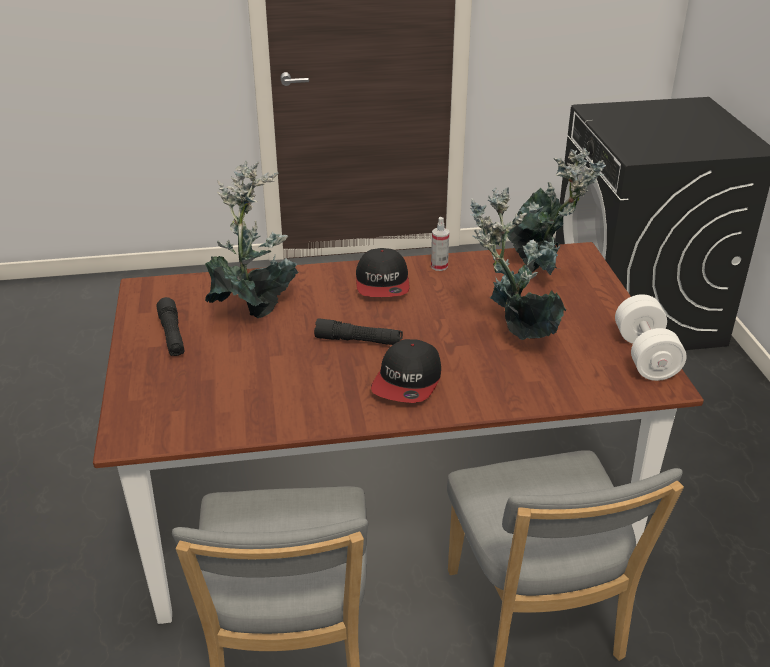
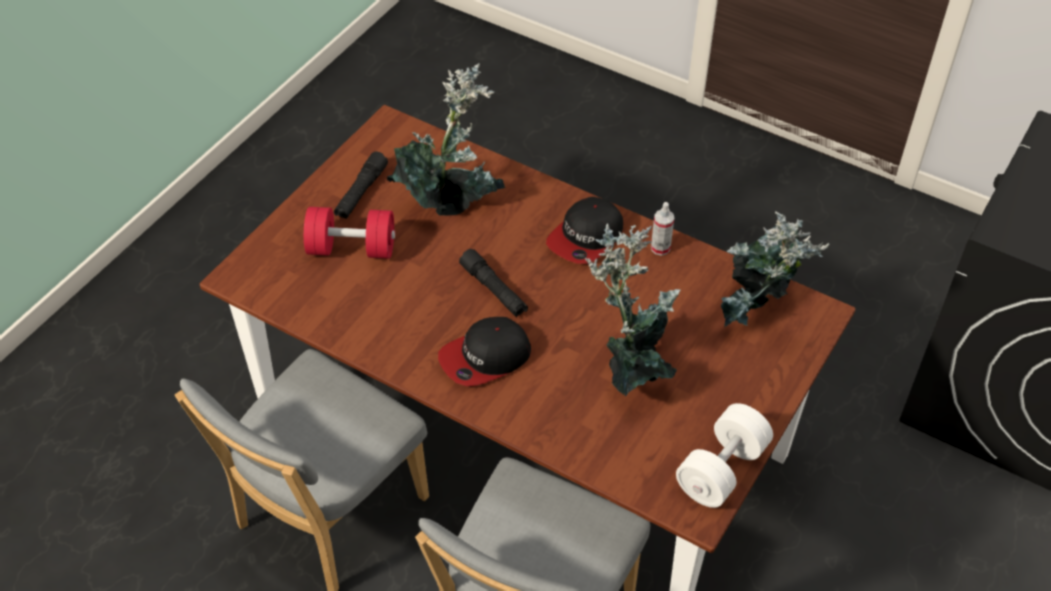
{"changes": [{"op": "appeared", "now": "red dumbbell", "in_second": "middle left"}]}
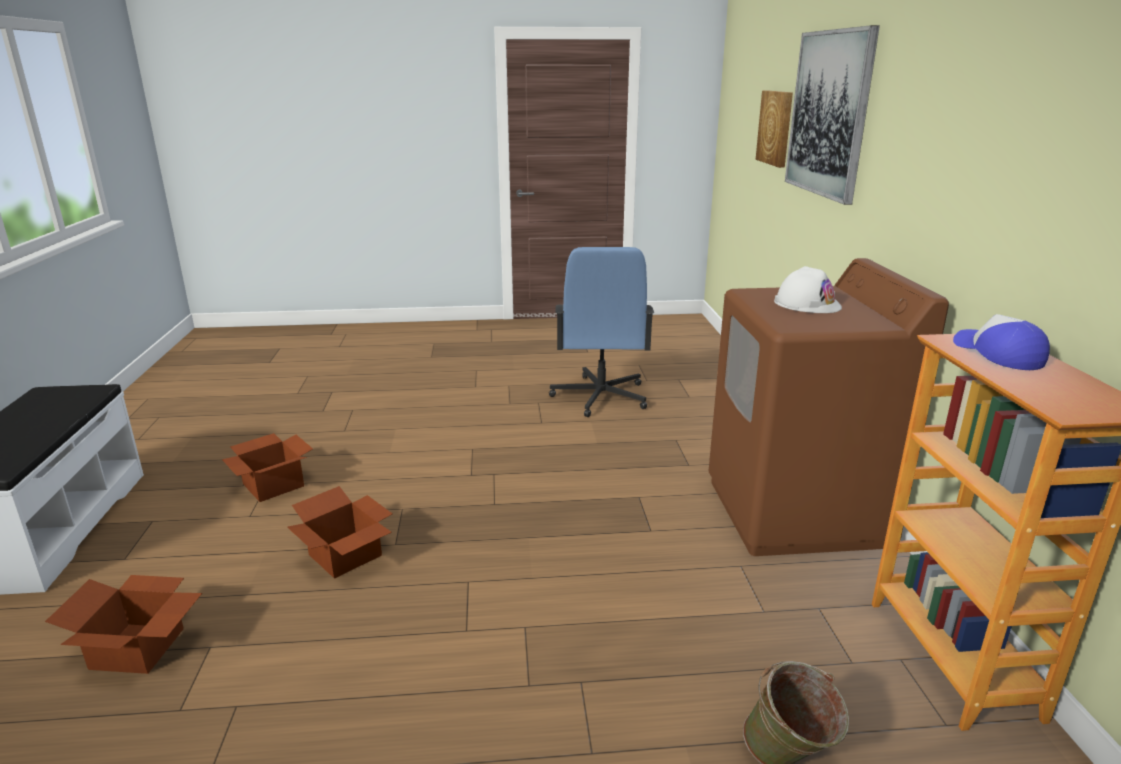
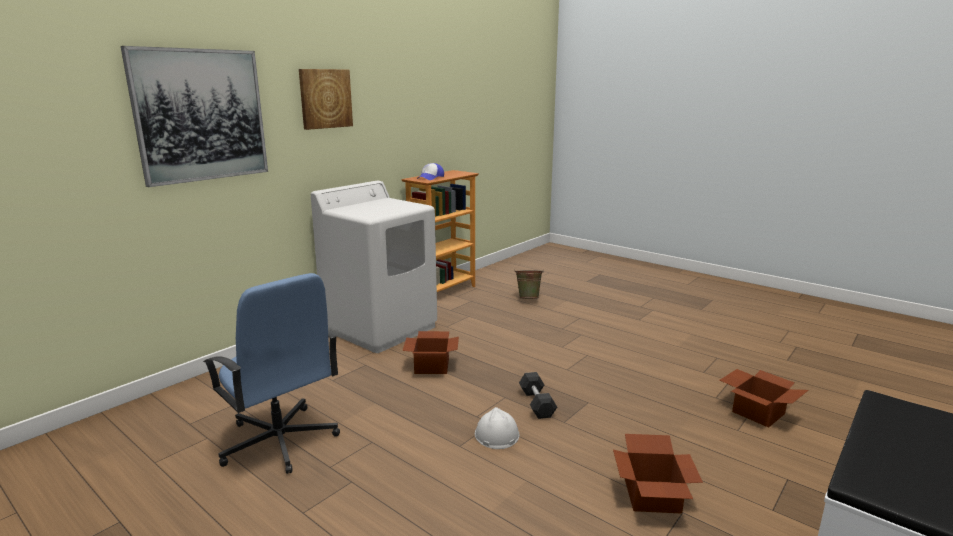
{"changes": [{"op": "spun", "was": "blue office chair", "in_first": "centre", "in_second": "bottom left", "clockwise": 90}, {"op": "relocated", "was": "picture (no. 1 from left in the first image)", "now": "picture (no. 2 from left)", "in_first": "top right", "in_second": "top centre"}, {"op": "colour", "was": "brown washing machine", "now": "white washing machine", "in_first": "middle right", "in_second": "centre"}, {"op": "relocated", "was": "cardboard box (no. 3 from left in the first image)", "now": "cardboard box (no. 1 from left)", "in_first": "bottom left", "in_second": "centre"}, {"op": "relocated", "was": "white hard hat", "in_first": "middle right", "in_second": "bottom centre"}, {"op": "appeared", "now": "grey dumbbell", "in_second": "bottom centre"}]}
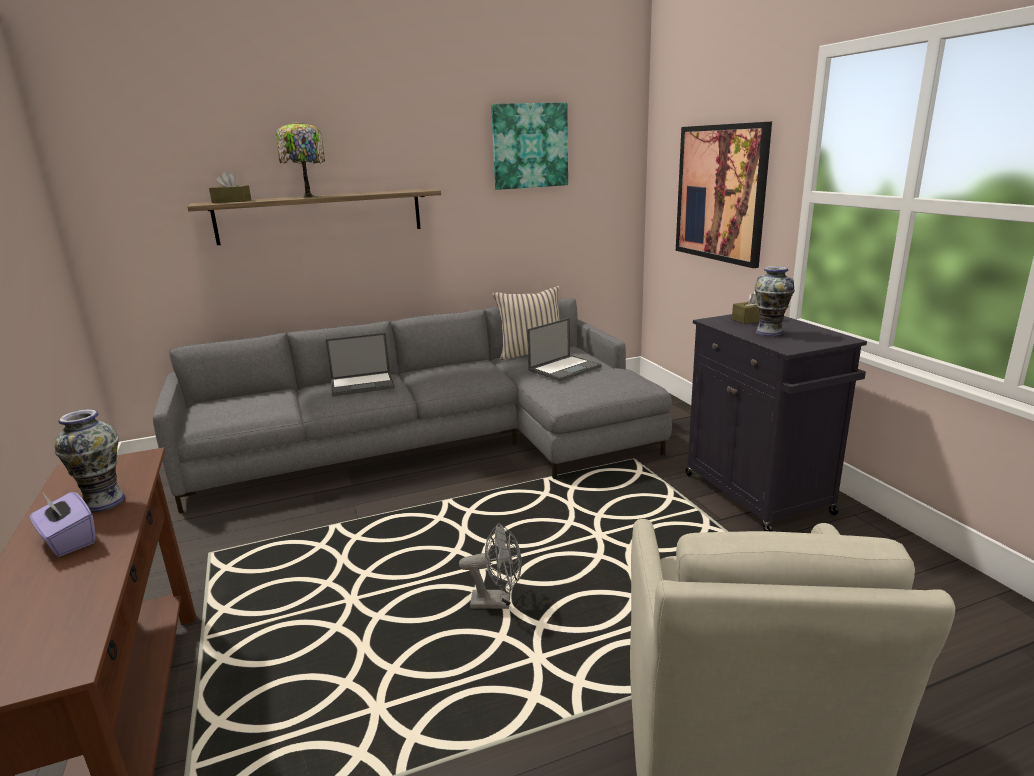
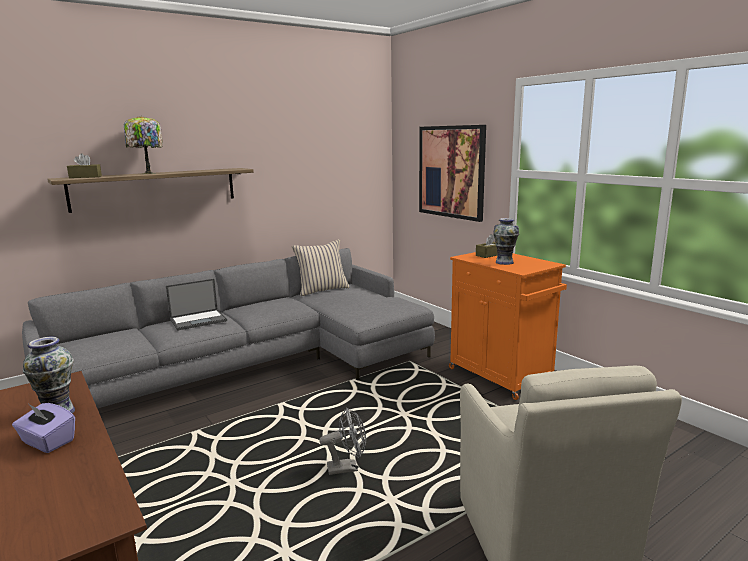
{"changes": [{"op": "colour", "was": "black cabinet", "now": "orange cabinet", "in_first": "middle right", "in_second": "middle right"}, {"op": "missing", "was": "picture (no. 1 from left)", "in_first": "top centre"}, {"op": "missing", "was": "laptop (no. 2 from left)", "in_first": "centre"}]}
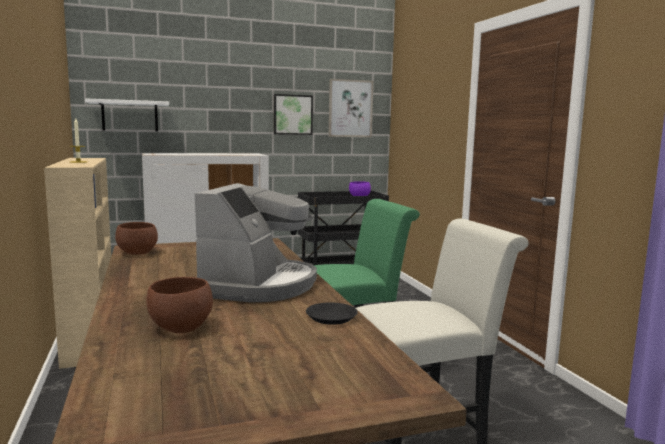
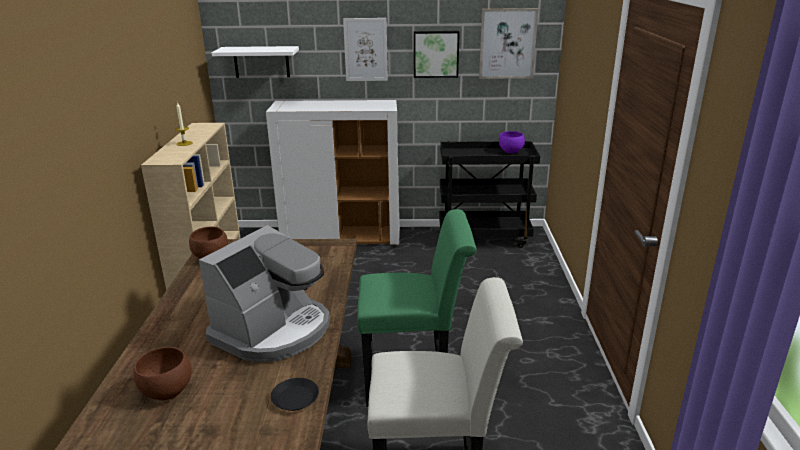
{"changes": [{"op": "appeared", "now": "picture (no. 1 from left)", "in_second": "top centre"}]}
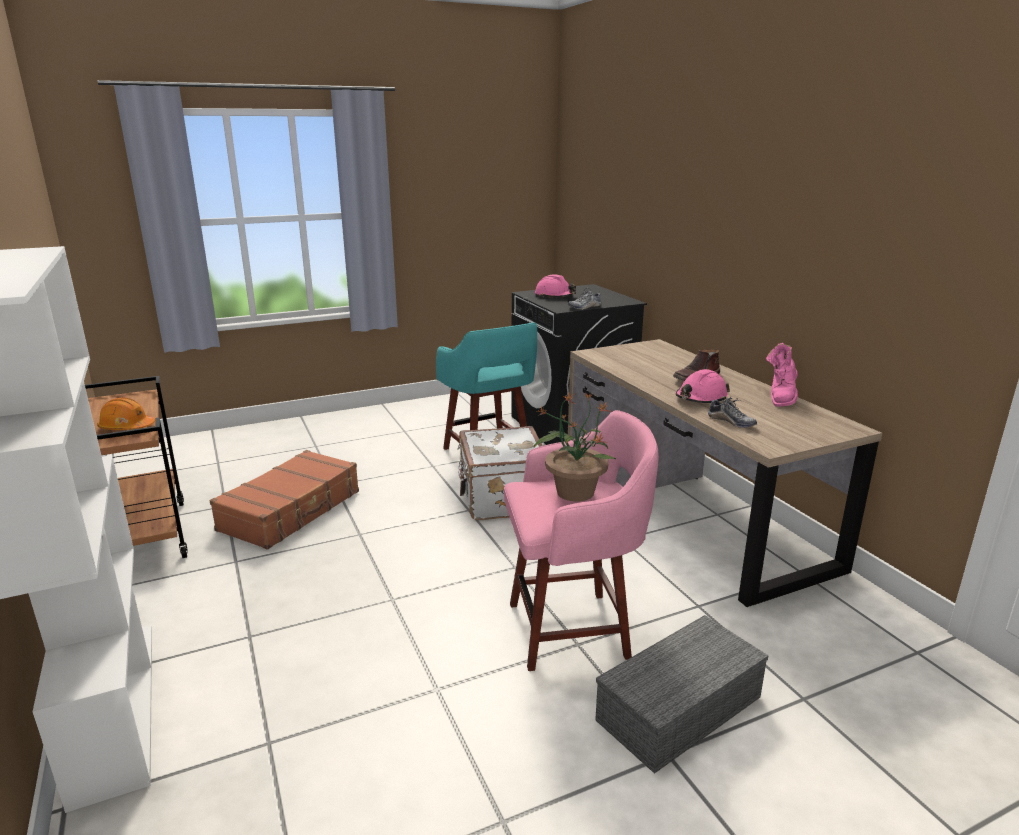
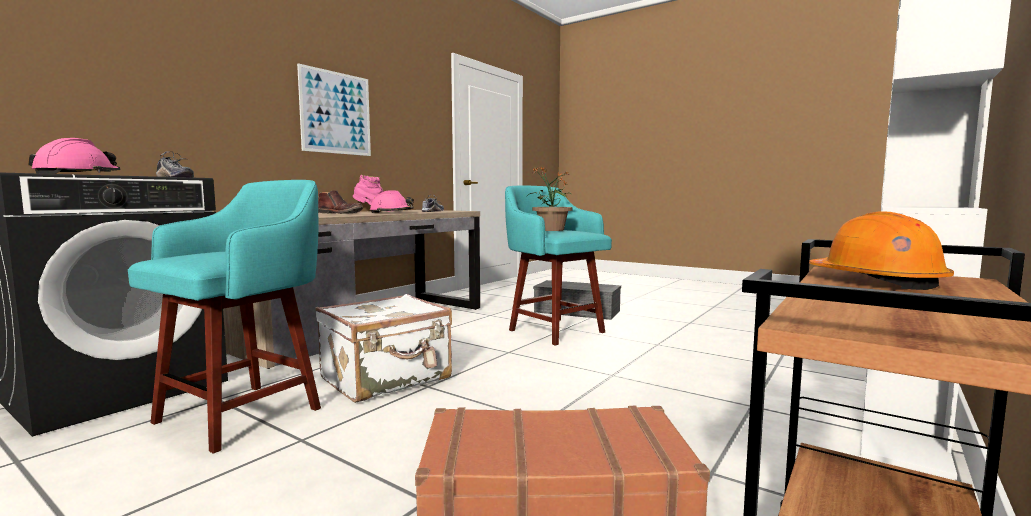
{"changes": [{"op": "appeared", "now": "picture", "in_second": "top left"}, {"op": "colour", "was": "pink stool", "now": "turquoise stool (no. 2 from left)", "in_first": "centre", "in_second": "centre"}]}
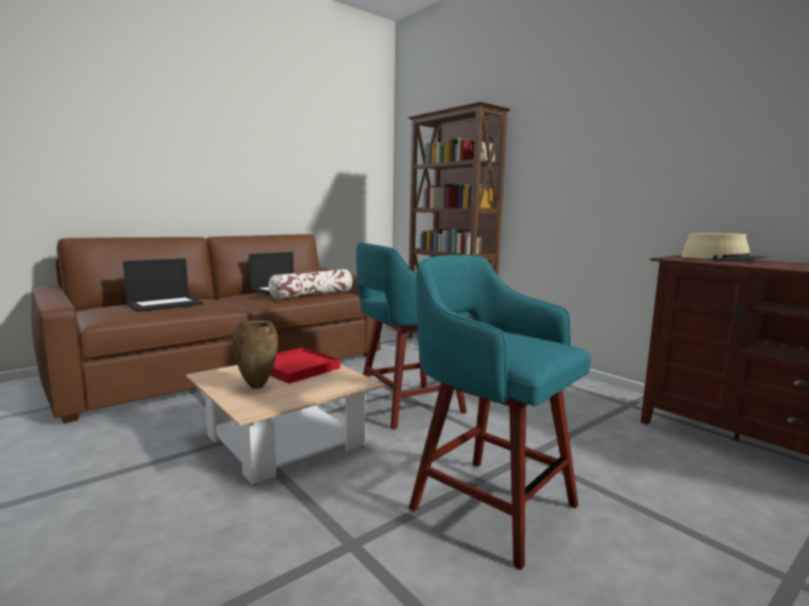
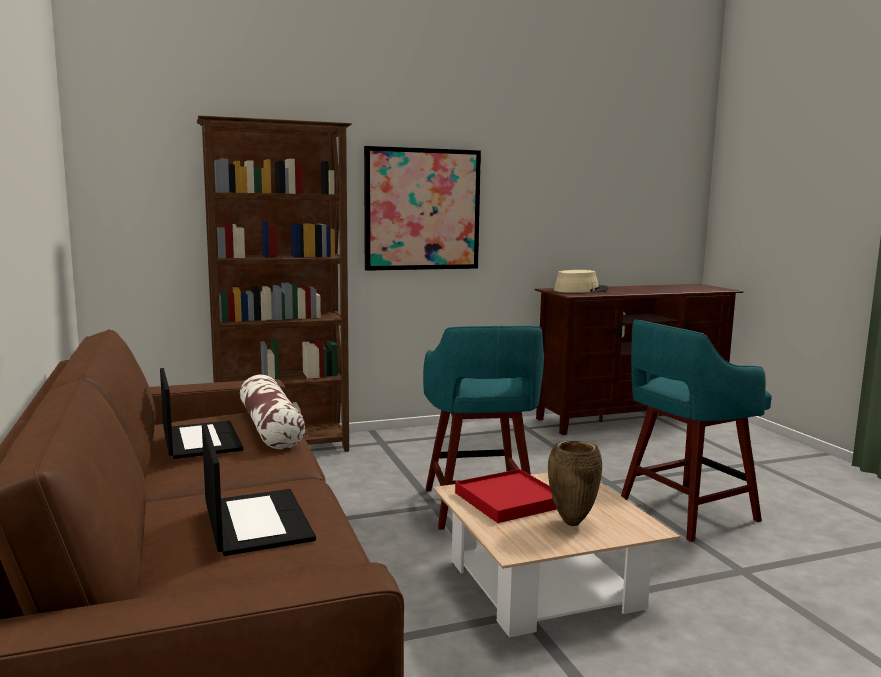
{"changes": [{"op": "appeared", "now": "picture", "in_second": "top centre"}]}
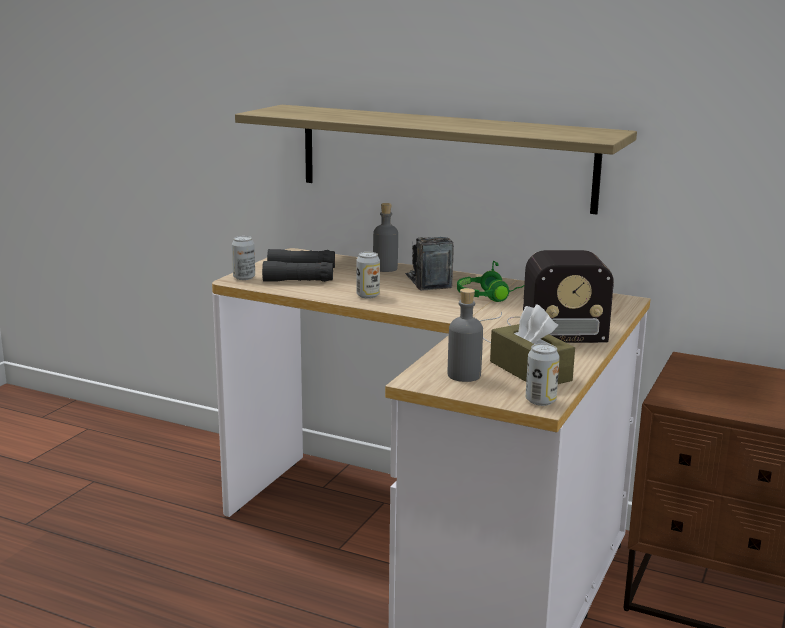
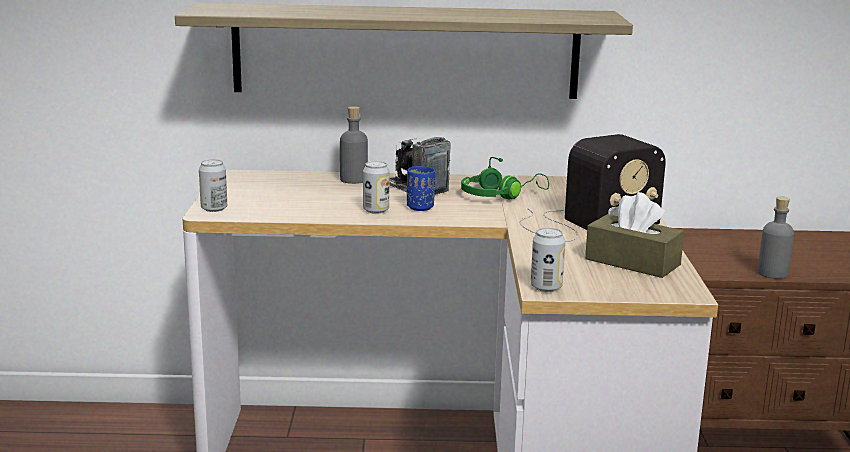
{"changes": [{"op": "appeared", "now": "blue cup", "in_second": "centre"}, {"op": "relocated", "was": "can (no. 3 from left)", "in_first": "middle right", "in_second": "centre"}, {"op": "relocated", "was": "grey bottle (no. 2 from left)", "in_first": "centre", "in_second": "middle right"}, {"op": "missing", "was": "black binoculars", "in_first": "centre"}]}
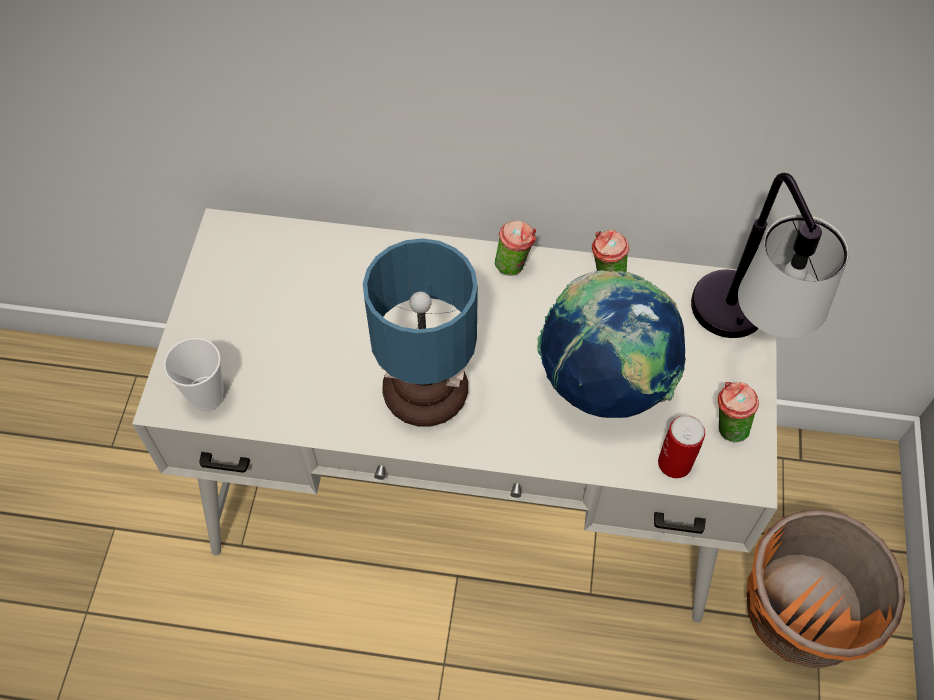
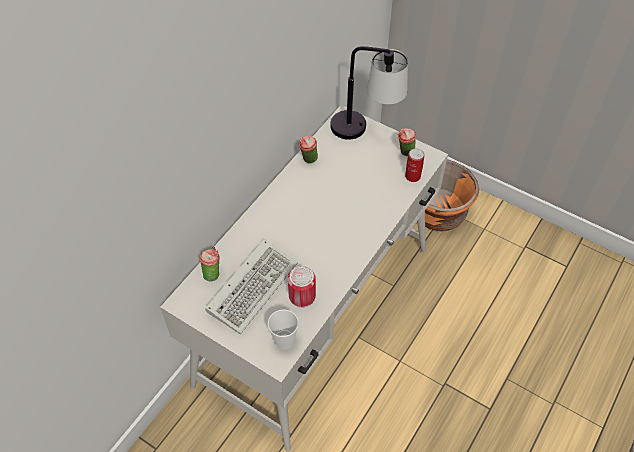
{"changes": [{"op": "relocated", "was": "cup (no. 2 from left in the first image)", "now": "cup (no. 1 from left)", "in_first": "centre", "in_second": "middle left"}, {"op": "appeared", "now": "keyboard", "in_second": "centre"}, {"op": "appeared", "now": "can (no. 1 from left)", "in_second": "centre"}, {"op": "missing", "was": "table lamp (no. 1 from left)", "in_first": "centre"}, {"op": "missing", "was": "globe", "in_first": "centre"}]}
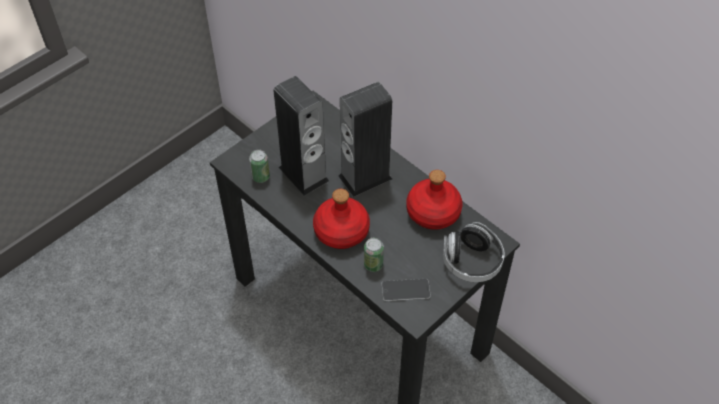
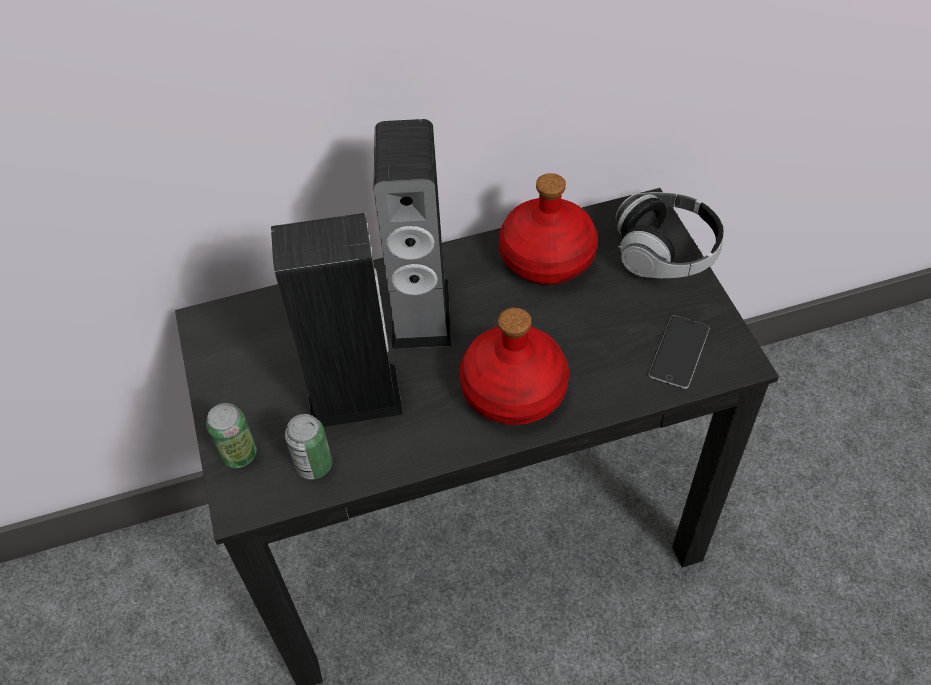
{"changes": [{"op": "relocated", "was": "can (no. 2 from left in the first image)", "now": "can (no. 1 from left)", "in_first": "centre", "in_second": "middle left"}]}
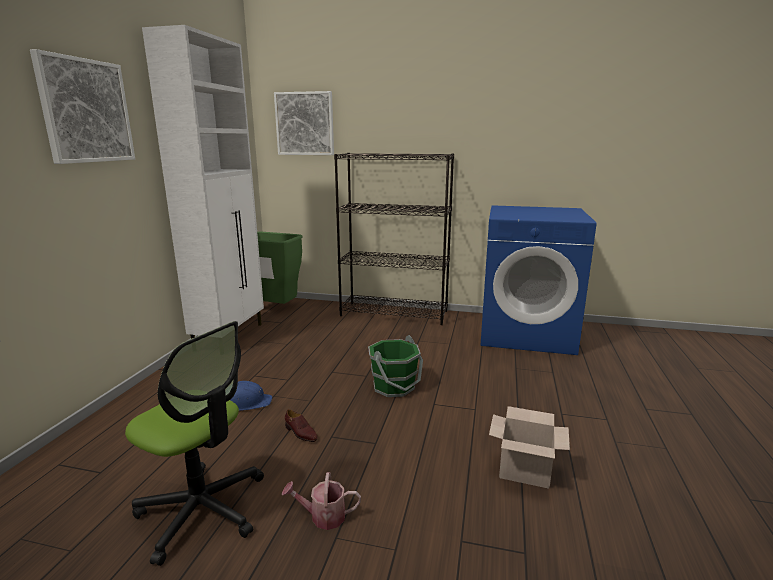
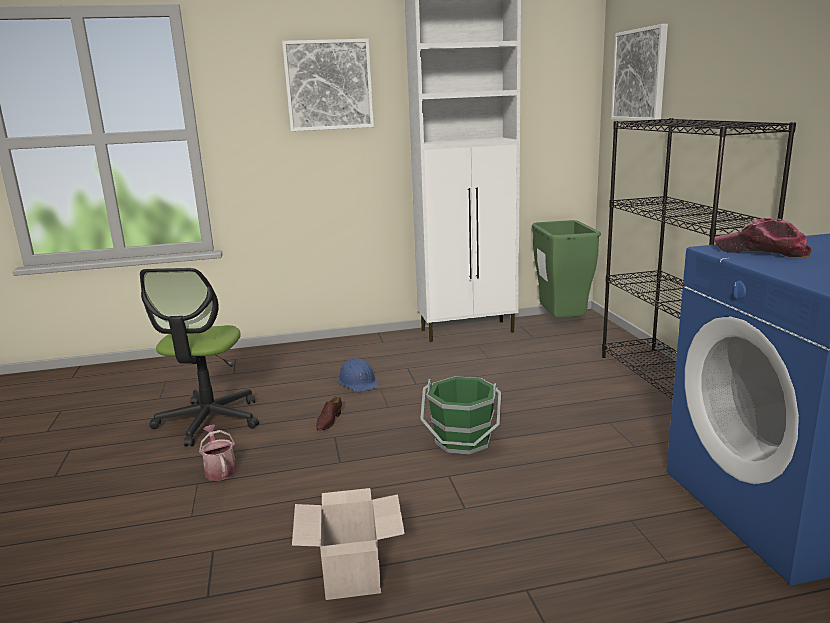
{"changes": [{"op": "appeared", "now": "cap", "in_second": "middle right"}]}
